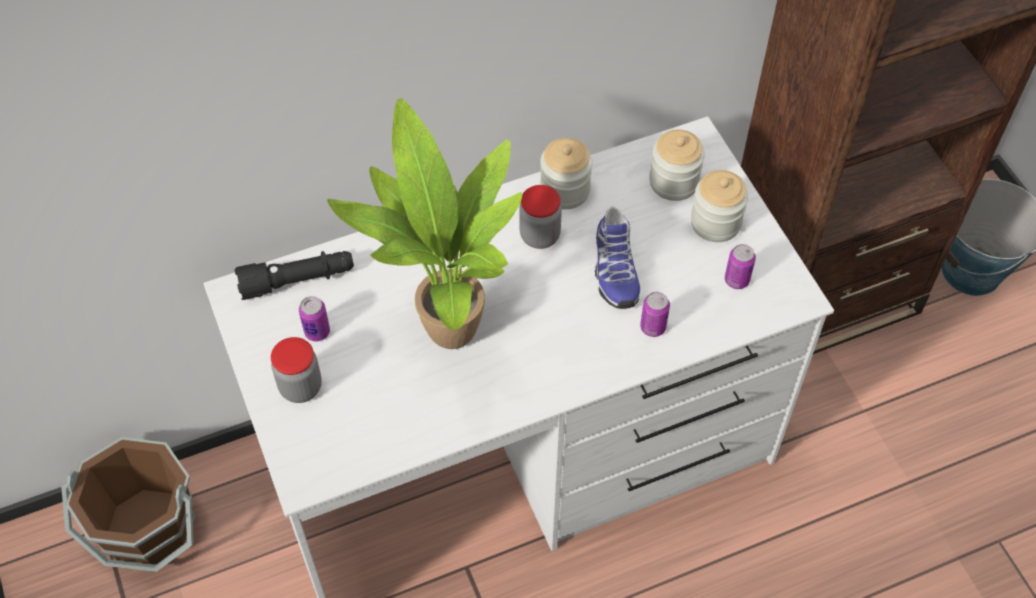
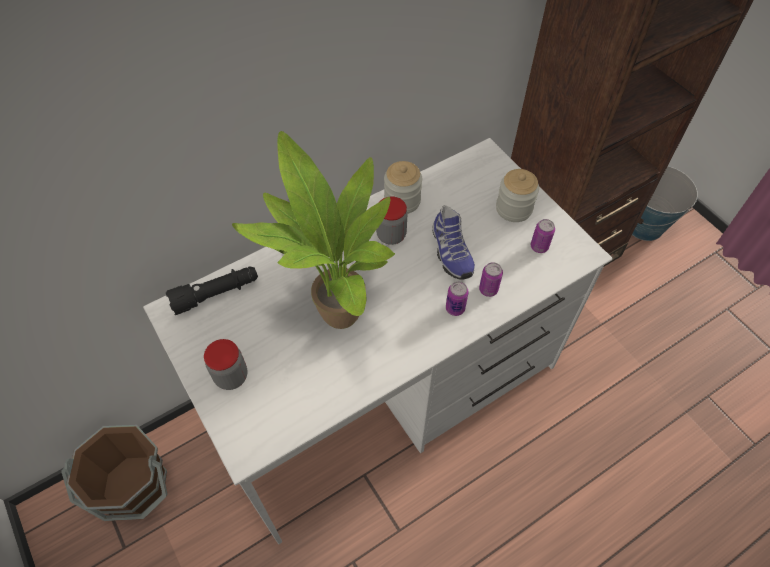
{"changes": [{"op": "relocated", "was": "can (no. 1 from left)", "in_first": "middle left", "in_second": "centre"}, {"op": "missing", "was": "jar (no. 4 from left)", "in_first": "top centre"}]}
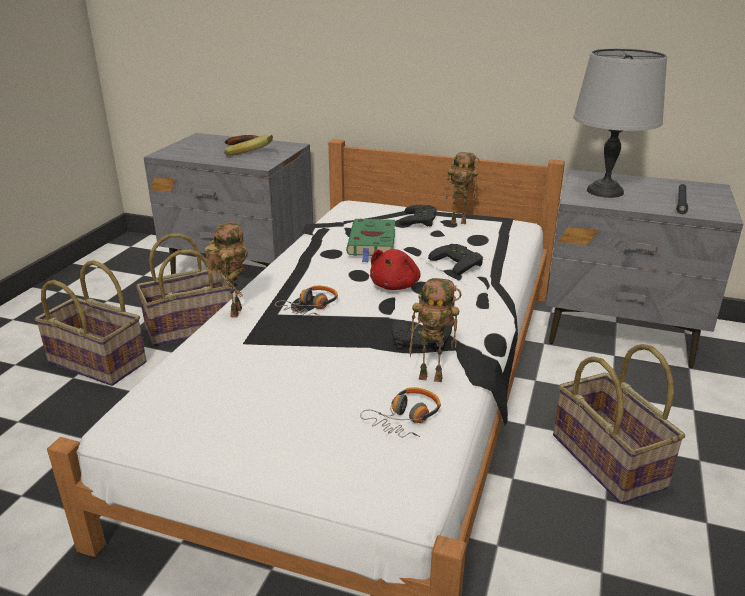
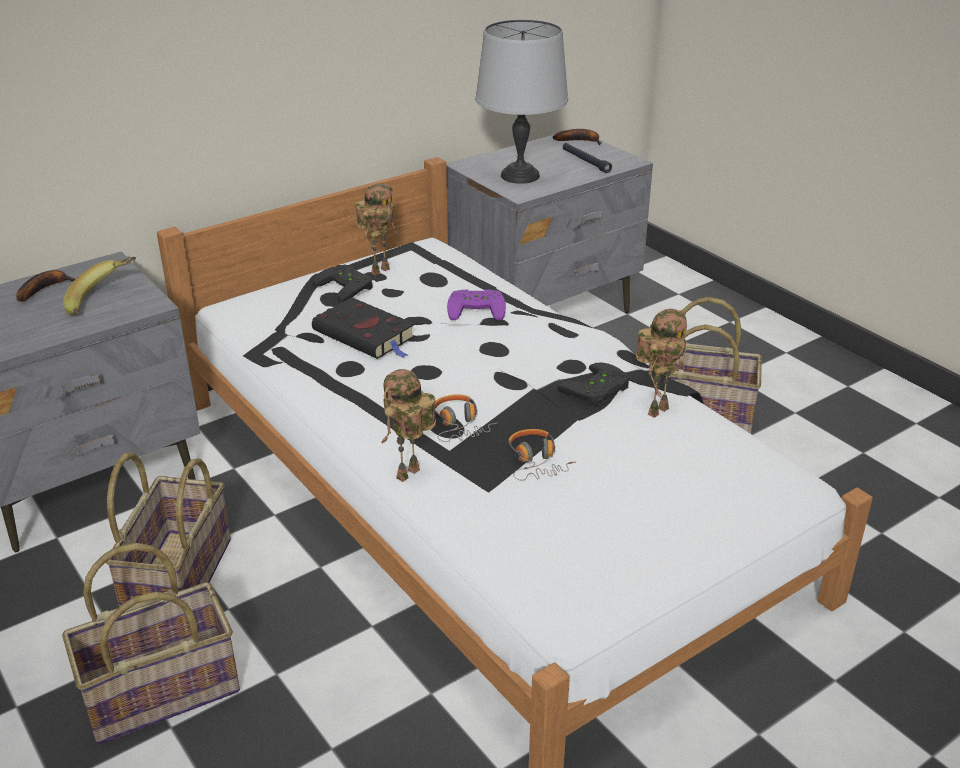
{"changes": [{"op": "colour", "was": "green book", "now": "black book", "in_first": "centre", "in_second": "centre"}, {"op": "spun", "was": "toy robot (no. 1 from left in the first image)", "in_first": "middle left", "in_second": "centre", "clockwise": -90}, {"op": "colour", "was": "black game controller (no. 3 from left)", "now": "purple game controller", "in_first": "centre", "in_second": "centre"}, {"op": "relocated", "was": "headphones (no. 2 from left)", "in_first": "bottom centre", "in_second": "centre"}, {"op": "appeared", "now": "banana (no. 3 from left)", "in_second": "top centre"}, {"op": "missing", "was": "red plush toy", "in_first": "centre"}]}
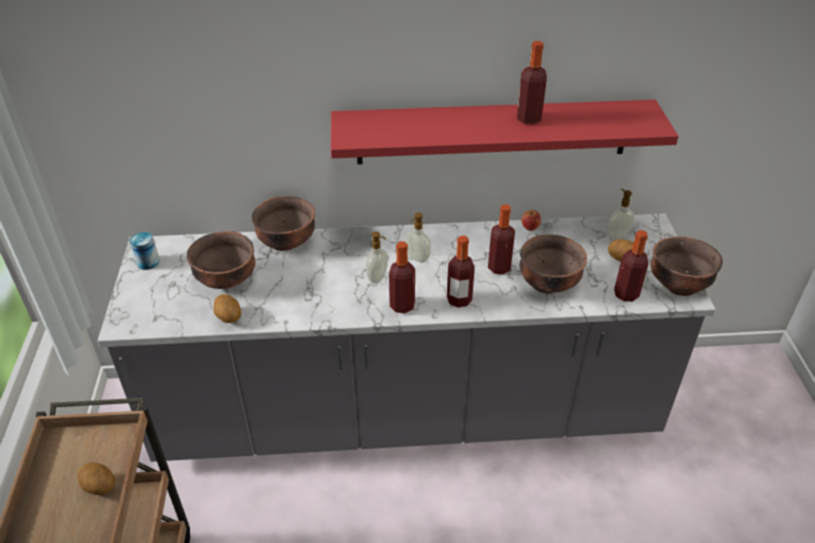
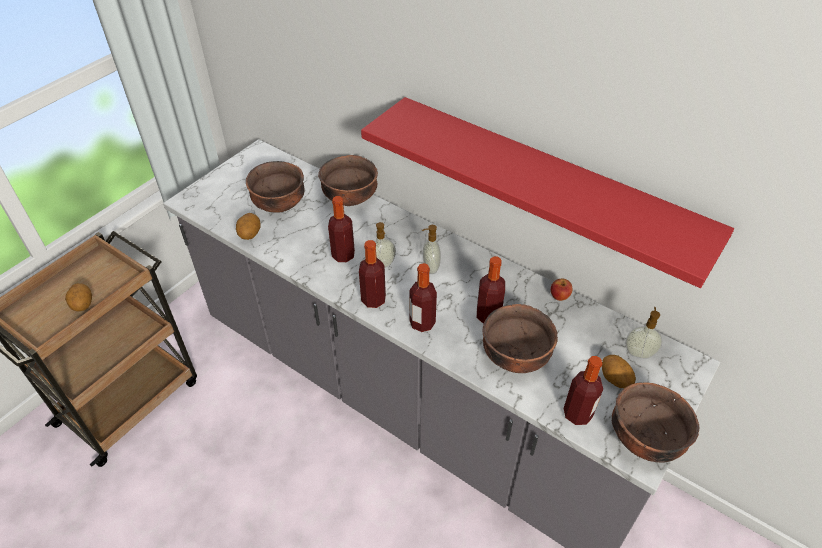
{"changes": [{"op": "relocated", "was": "bottle (no. 4 from left in the first image)", "now": "bottle (no. 1 from left)", "in_first": "top centre", "in_second": "centre"}, {"op": "missing", "was": "can", "in_first": "middle left"}]}
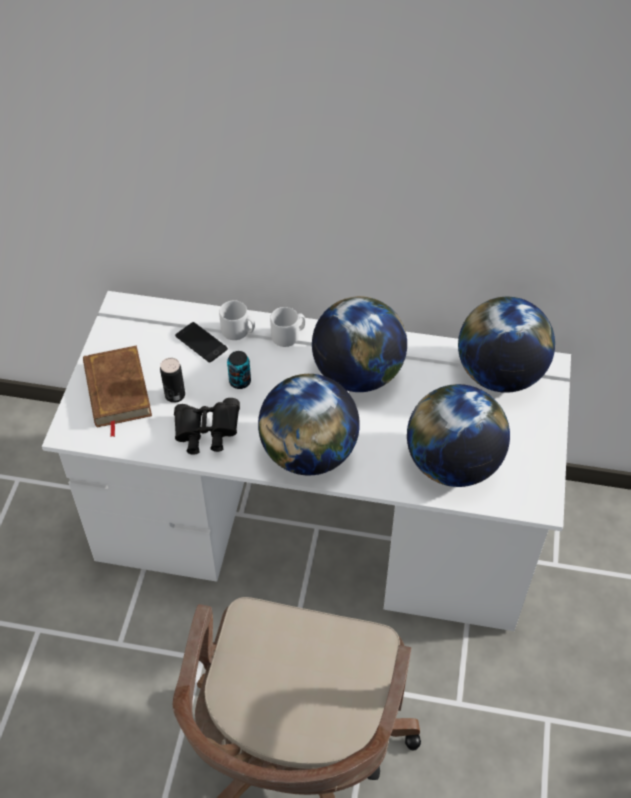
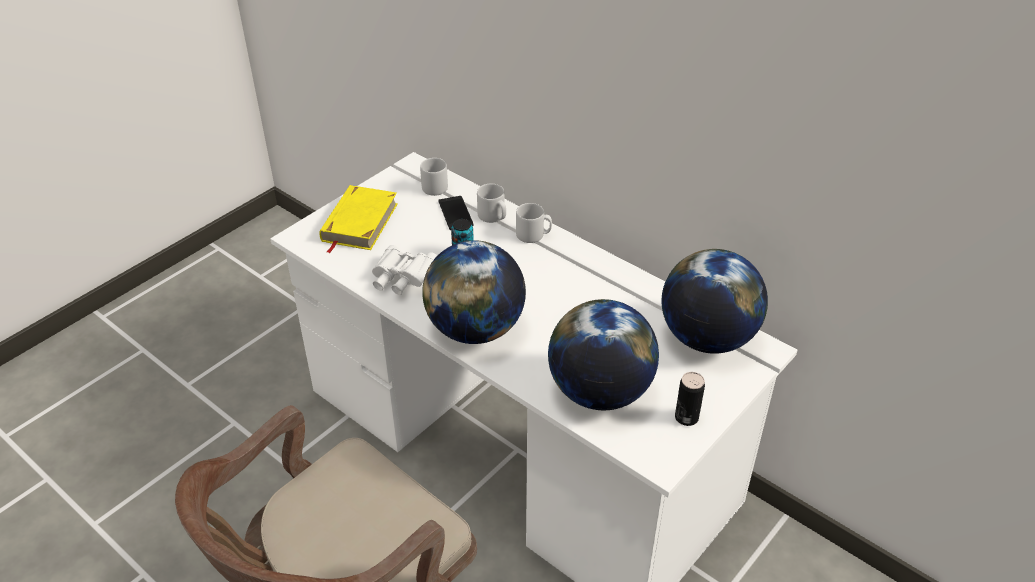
{"changes": [{"op": "colour", "was": "brown book", "now": "yellow book", "in_first": "middle left", "in_second": "centre"}, {"op": "colour", "was": "black binoculars", "now": "white binoculars", "in_first": "middle left", "in_second": "centre"}, {"op": "appeared", "now": "grey mug (no. 1 from left)", "in_second": "top centre"}, {"op": "relocated", "was": "can (no. 1 from left in the first image)", "now": "can (no. 2 from left)", "in_first": "middle left", "in_second": "bottom right"}, {"op": "missing", "was": "globe (no. 2 from left)", "in_first": "centre"}]}
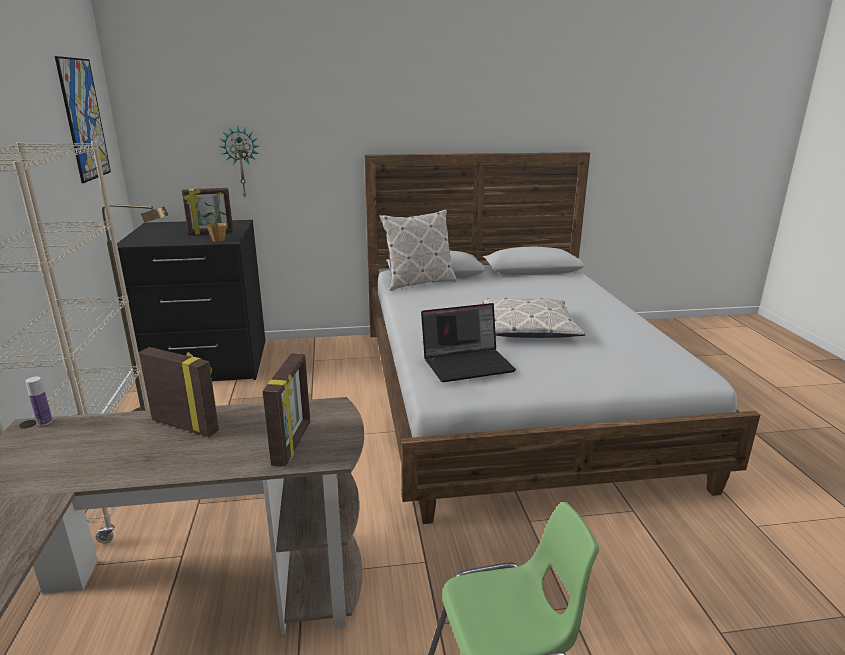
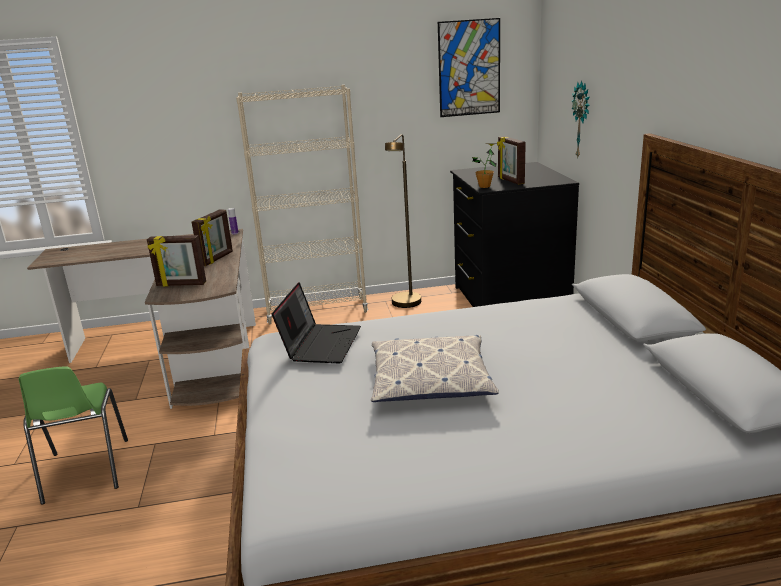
{"changes": [{"op": "spun", "was": "laptop", "in_first": "centre", "in_second": "centre", "clockwise": -150}, {"op": "missing", "was": "pillow (no. 1 from left)", "in_first": "centre"}]}
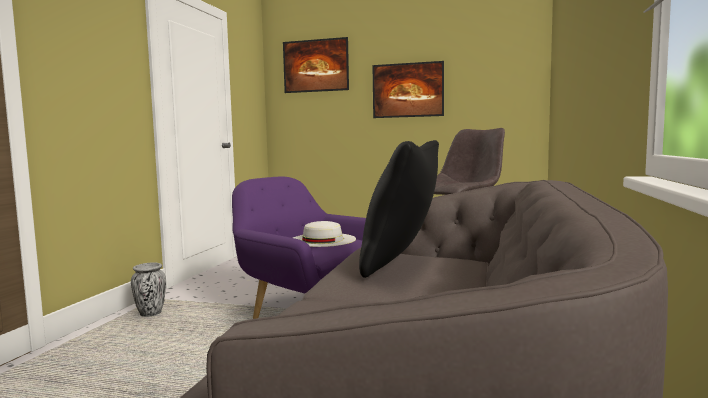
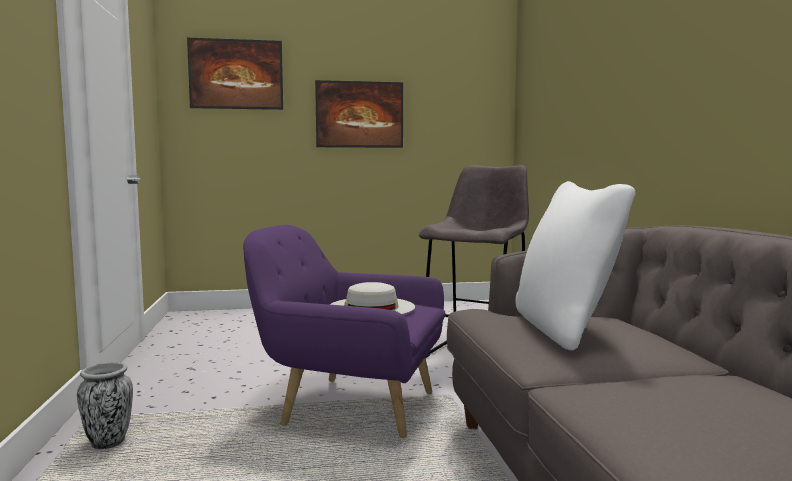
{"changes": [{"op": "colour", "was": "black pillow", "now": "white pillow", "in_first": "centre", "in_second": "middle right"}]}
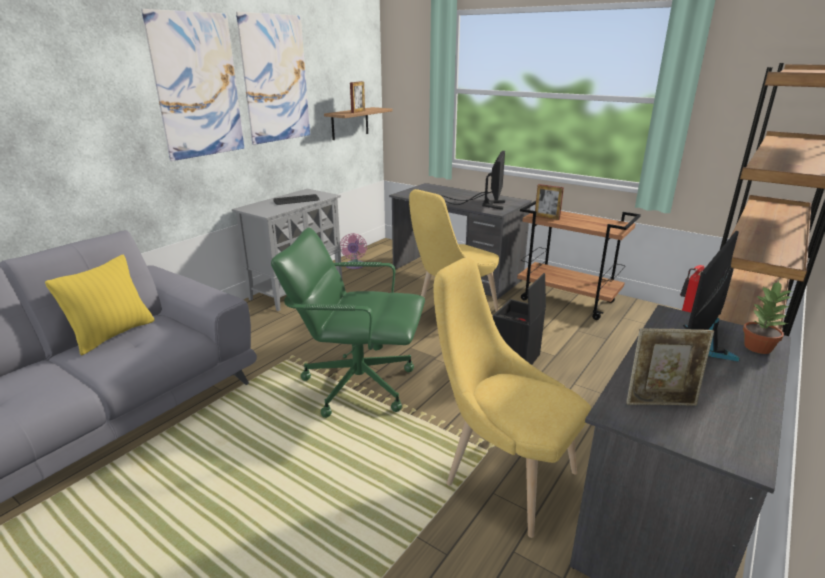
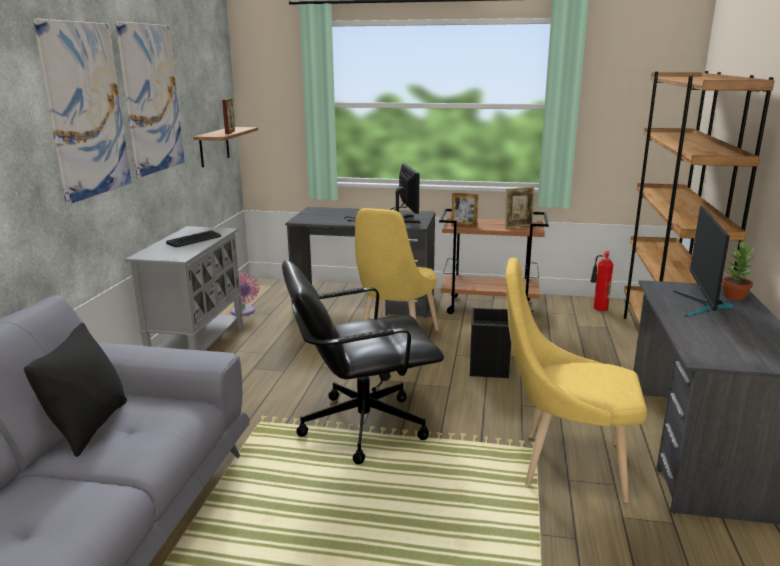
{"changes": [{"op": "colour", "was": "yellow pillow", "now": "black pillow", "in_first": "middle left", "in_second": "bottom left"}, {"op": "colour", "was": "green office chair", "now": "black office chair", "in_first": "centre", "in_second": "centre"}, {"op": "relocated", "was": "picture frame (no. 3 from left)", "in_first": "middle right", "in_second": "centre"}]}
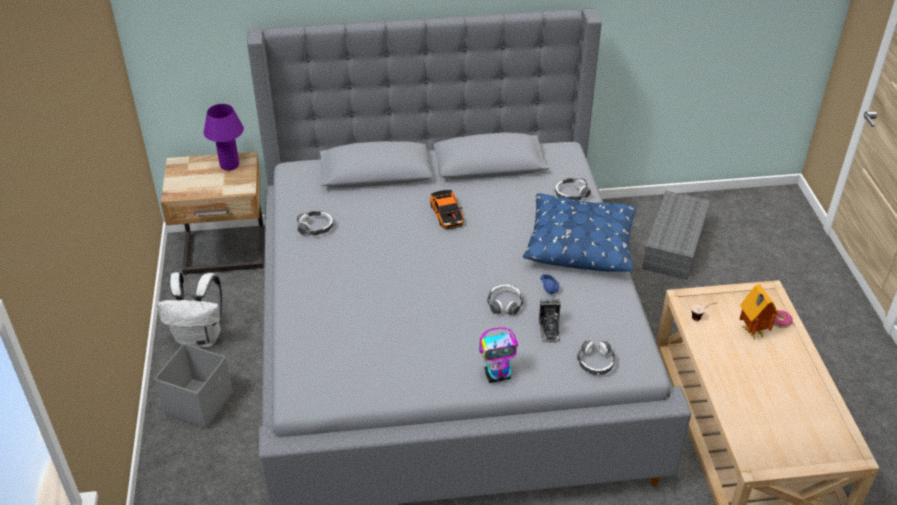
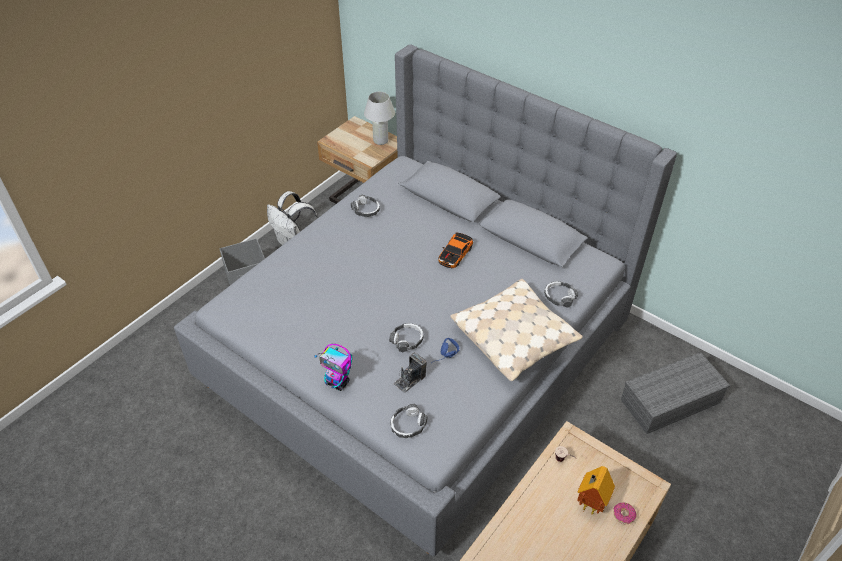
{"changes": [{"op": "colour", "was": "purple table lamp", "now": "white table lamp", "in_first": "top left", "in_second": "top centre"}, {"op": "colour", "was": "blue pillow", "now": "beige pillow", "in_first": "centre", "in_second": "centre"}]}
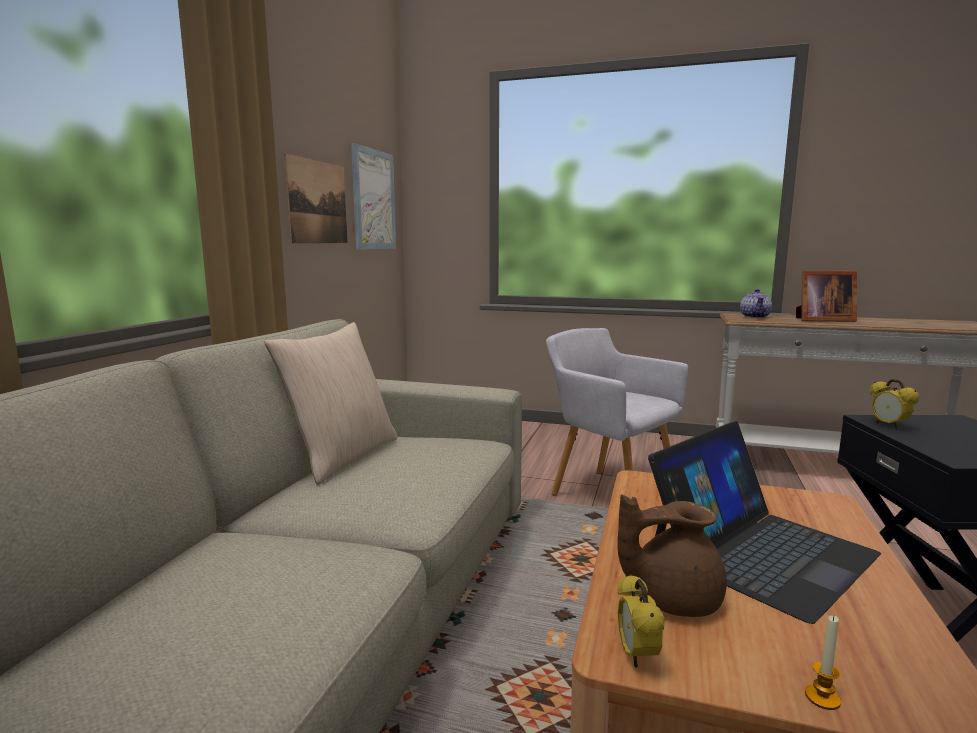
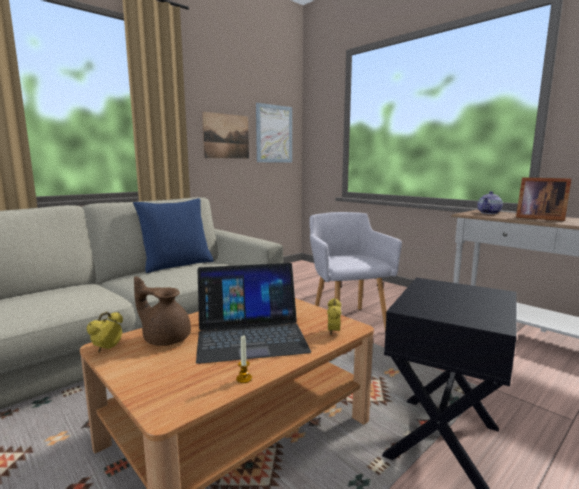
{"changes": [{"op": "colour", "was": "beige pillow", "now": "blue pillow", "in_first": "centre", "in_second": "middle left"}, {"op": "relocated", "was": "candle", "in_first": "bottom right", "in_second": "bottom centre"}, {"op": "relocated", "was": "alarm clock (no. 2 from left)", "in_first": "middle right", "in_second": "centre"}]}
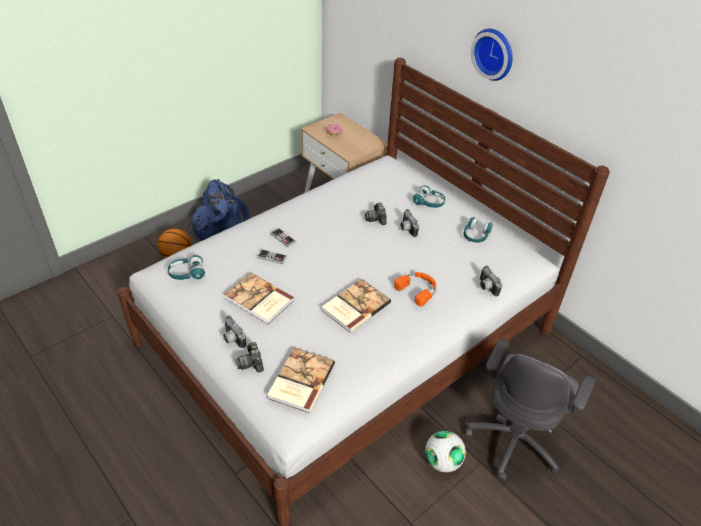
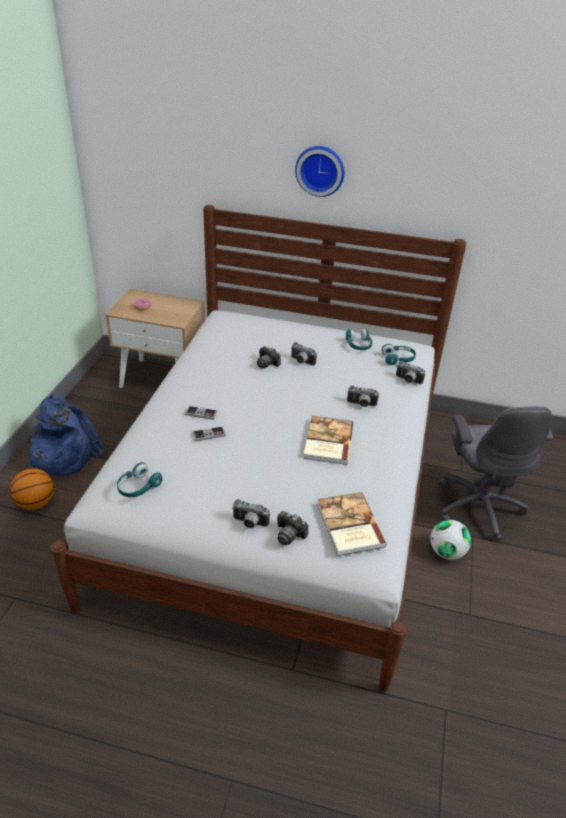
{"changes": [{"op": "exchanged", "was": "orange headphones", "now": "photo camera (no. 5 from left)", "in_first": "centre", "in_second": "centre"}, {"op": "relocated", "was": "turquoise headphones (no. 2 from left in the first image)", "now": "turquoise headphones (no. 3 from left)", "in_first": "centre", "in_second": "middle right"}, {"op": "missing", "was": "book (no. 1 from left)", "in_first": "centre"}]}
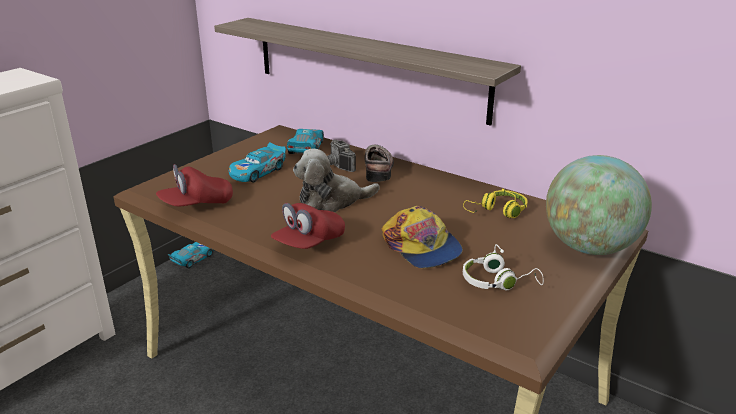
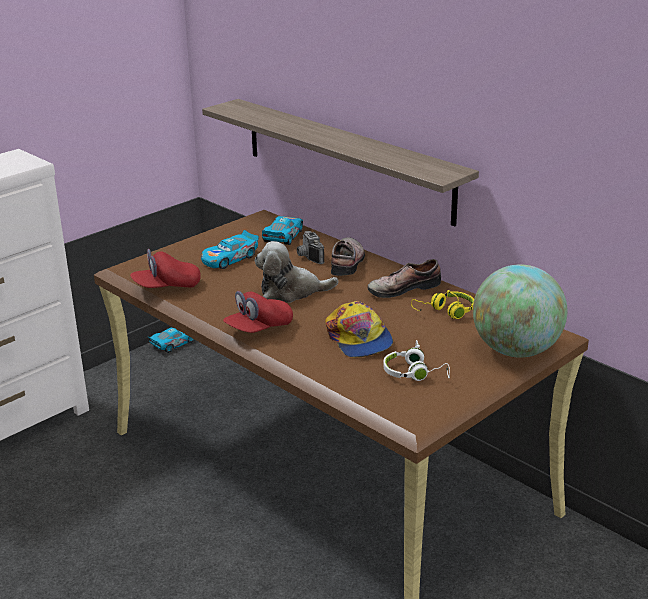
{"changes": [{"op": "appeared", "now": "shoe (no. 2 from left)", "in_second": "centre"}]}
